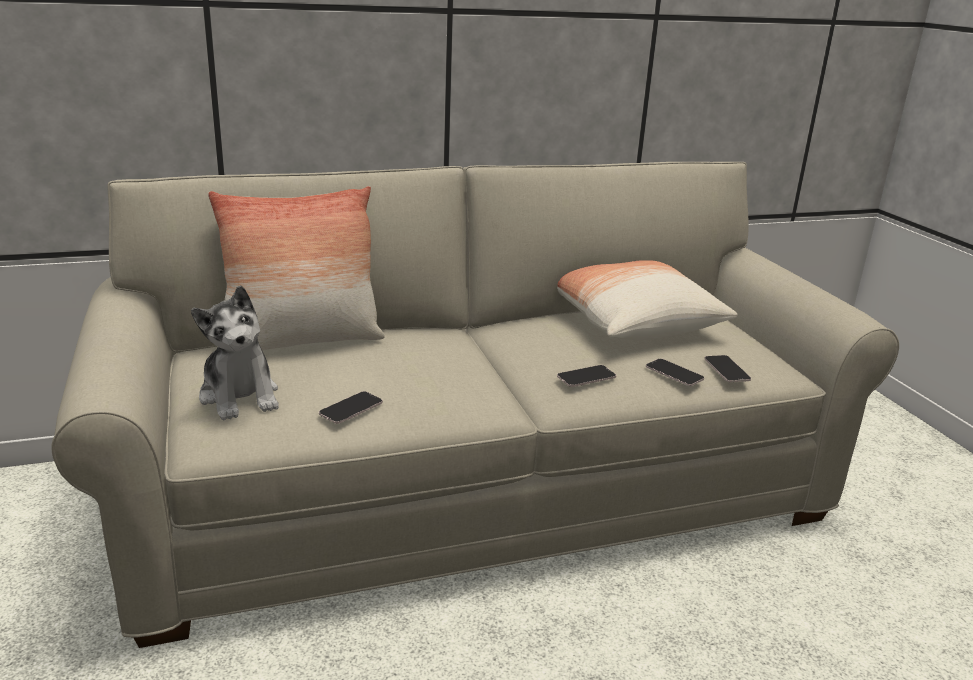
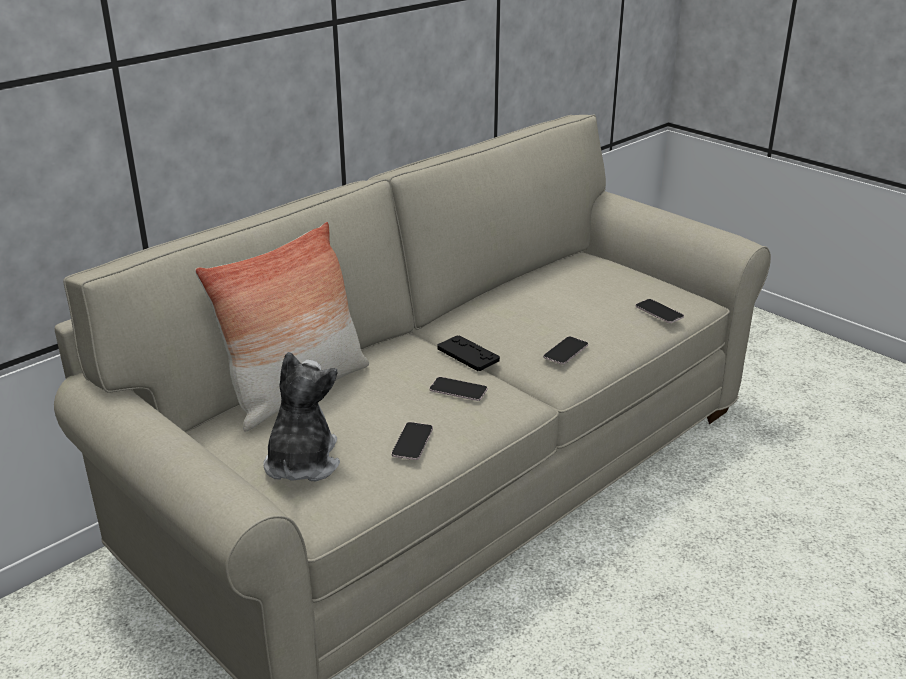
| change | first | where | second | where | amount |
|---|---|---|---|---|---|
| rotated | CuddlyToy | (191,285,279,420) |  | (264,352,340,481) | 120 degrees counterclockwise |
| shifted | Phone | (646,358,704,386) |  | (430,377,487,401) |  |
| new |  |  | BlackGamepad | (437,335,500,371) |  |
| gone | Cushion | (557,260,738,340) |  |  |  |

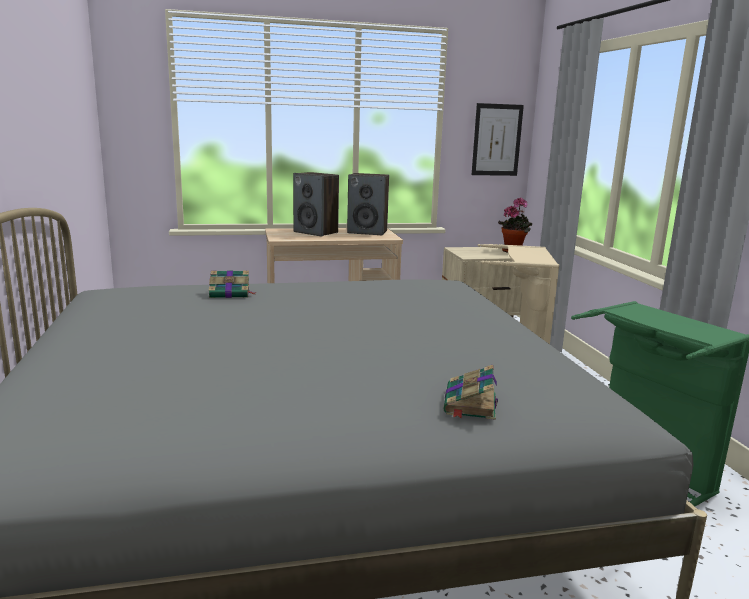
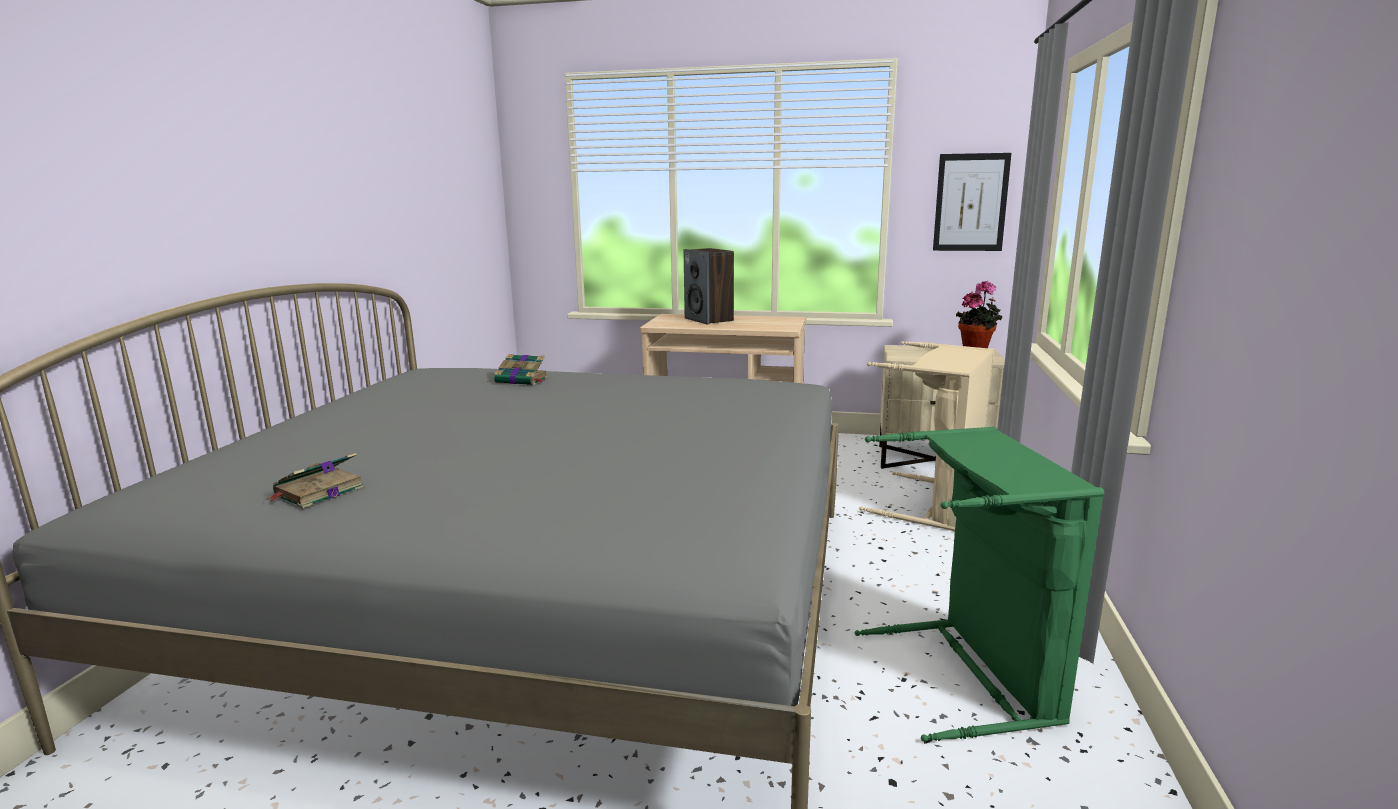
| change | first | where | second | where | amount |
|---|---|---|---|---|---|
| shifted | Volume | (444,365,498,420) |  | (267,453,364,508) |  |
| gone | Speaker | (347,173,389,235) |  |  |  |

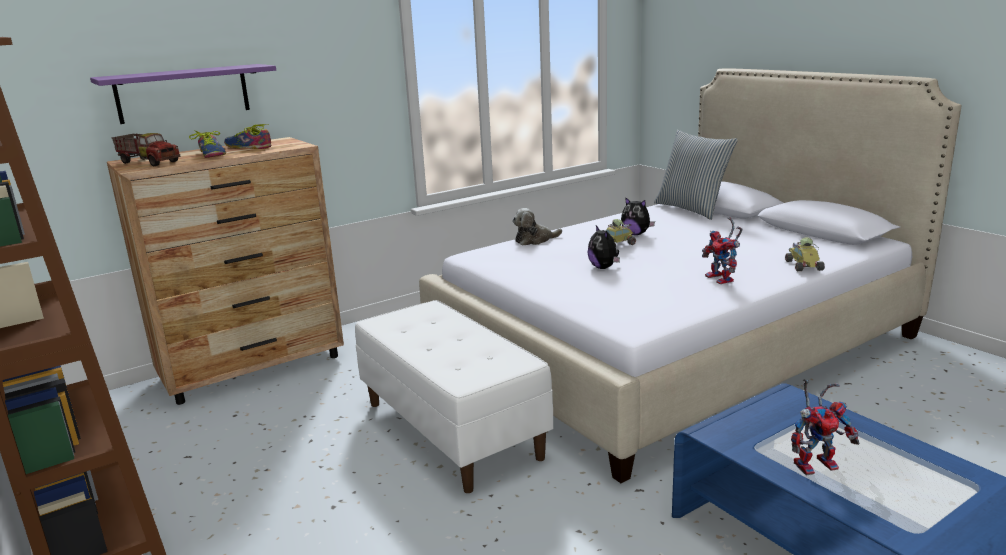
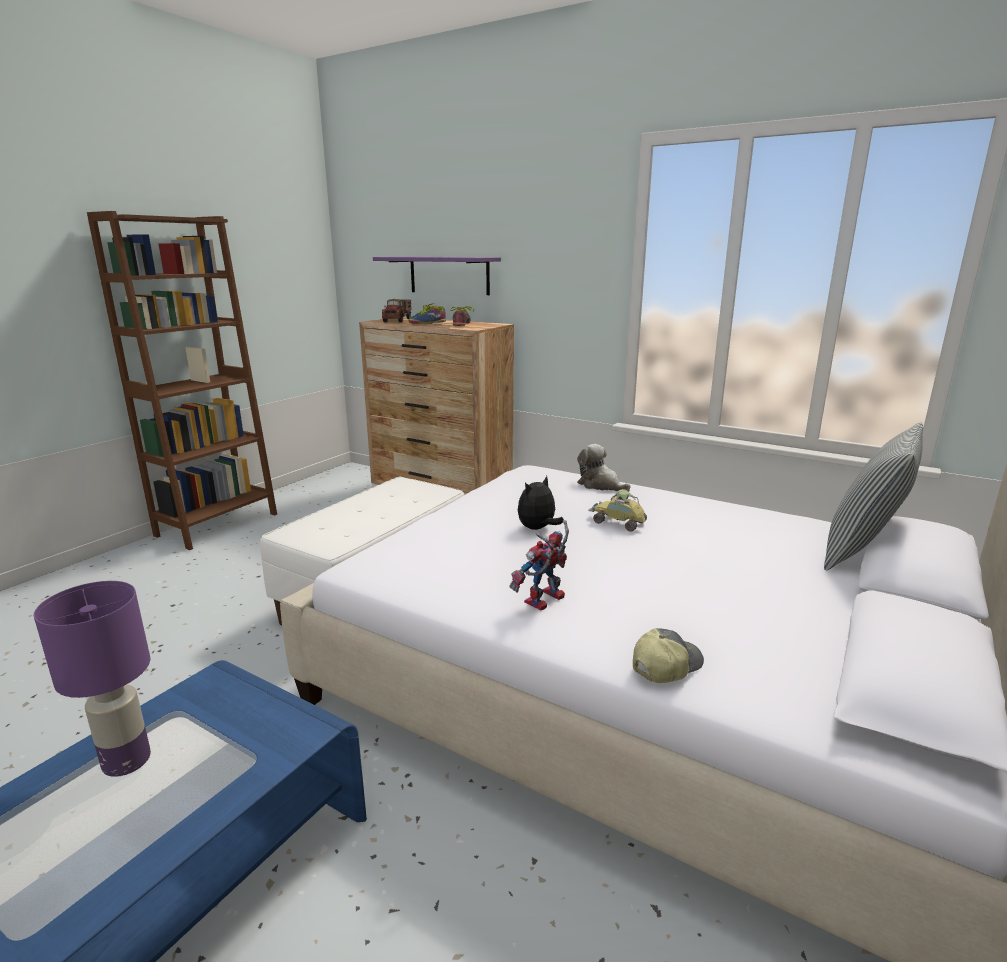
| change | first | where | second | where | amount |
|---|---|---|---|---|---|
| swapped | ToyRobot | (791,380,859,475) | PurpleColouredTableLamp | (34,581,151,777) |  |
| swapped | ToyCar | (785,237,825,271) | Cap | (633,628,704,683) |  |
| gone | CuddlyToy | (621,197,655,235) |  |  |  |

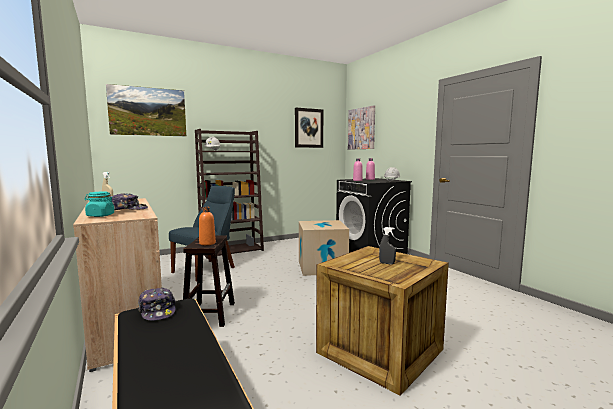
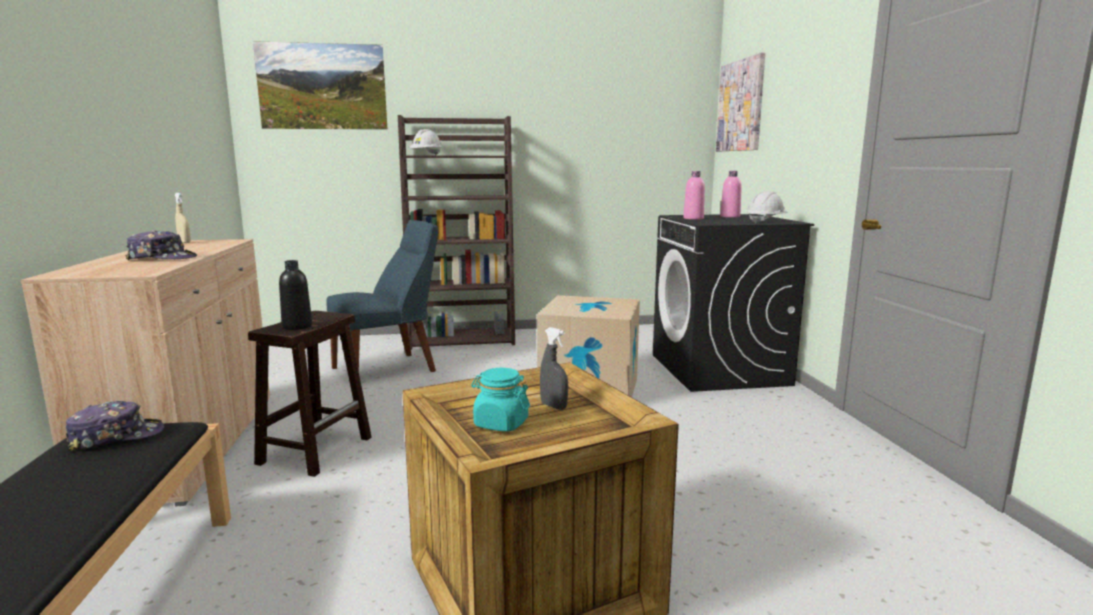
| change | first | where | second | where | amount |
|---|---|---|---|---|---|
| rotated | Cap | (138,287,176,321) |  | (66,401,164,451) | 105 degrees counterclockwise |
| repainted | OrangeBottle | (199,207,216,245) | BlackBottle | (279,260,312,330) |  |
| shifted | TurquoiseJar | (85,192,114,217) |  | (471,368,530,431) |  |
| gone | WallArt | (295,108,323,148) |  |  |  |

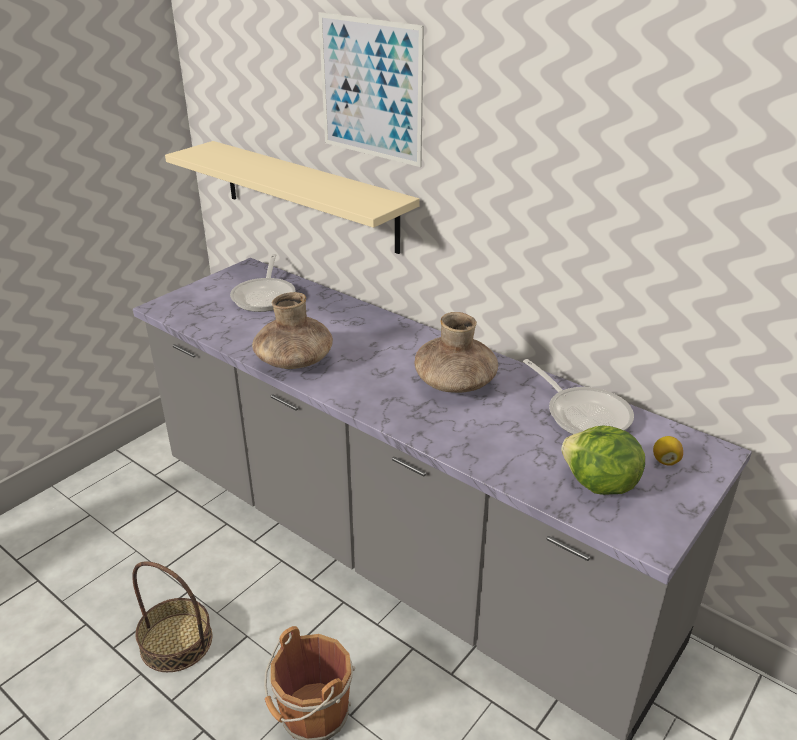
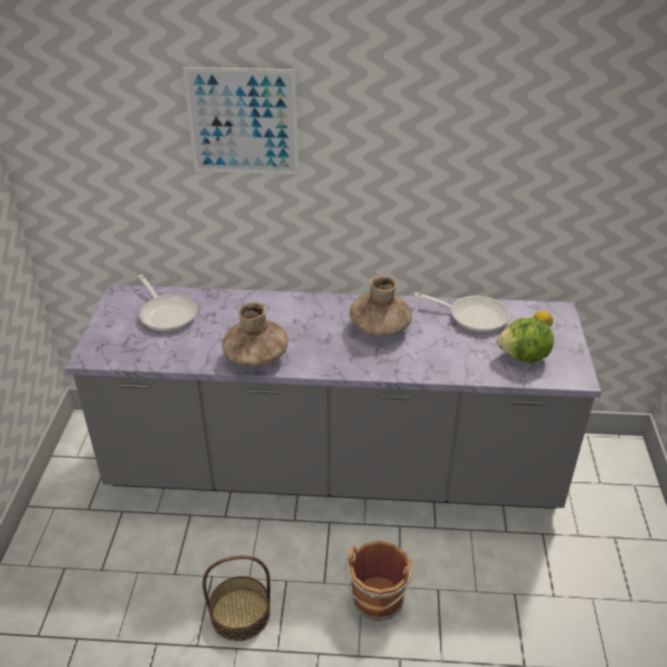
| change | first | where | second | where | amount |
|---|---|---|---|---|---|
| gone | BeigeWallShelf | (165,141,420,254) |  |  |  |

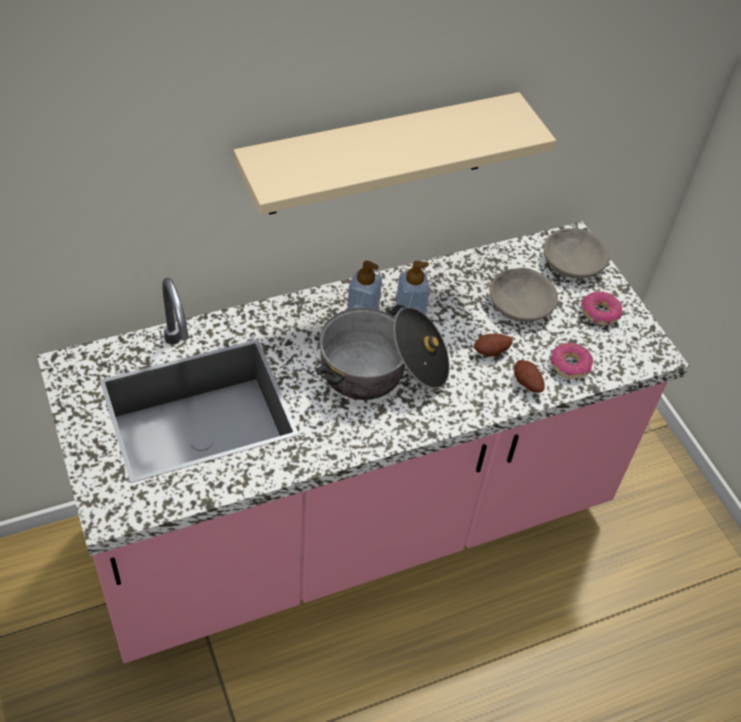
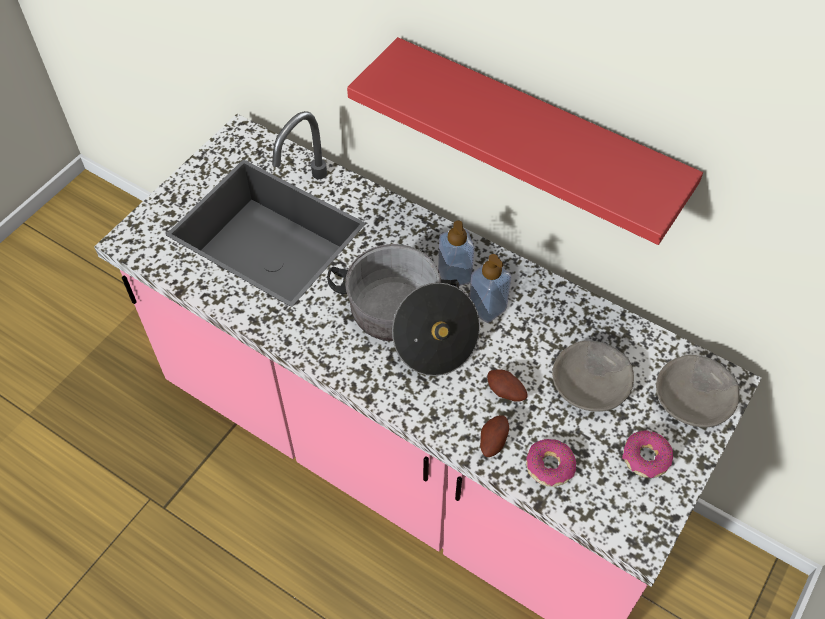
| change | first | where | second | where | amount |
|---|---|---|---|---|---|
| repainted | BeigeWallShelf | (233,92,556,215) | RedWallShelf | (347,37,703,245) |  |

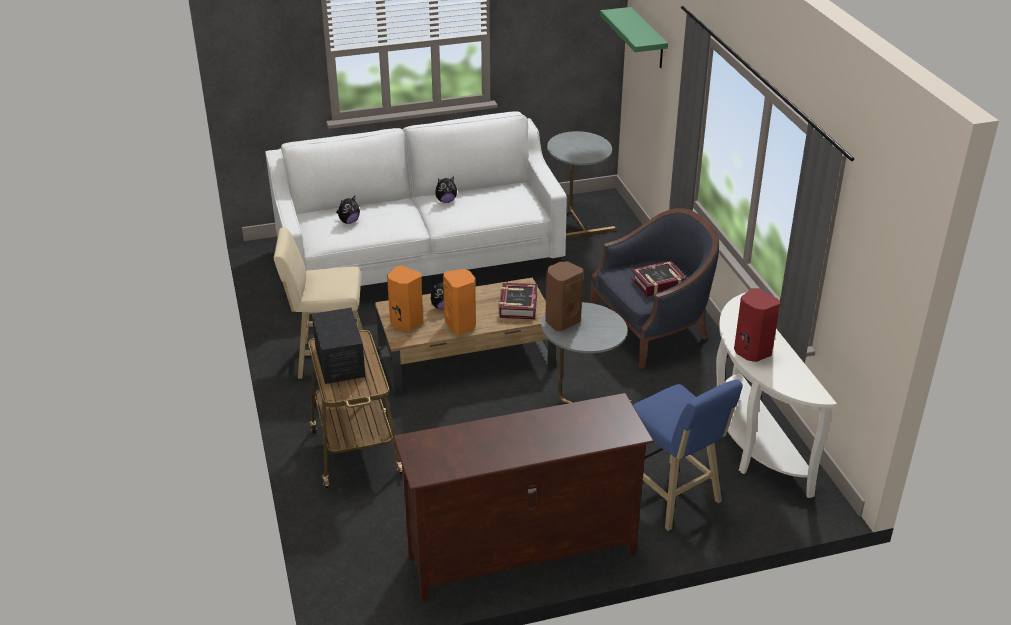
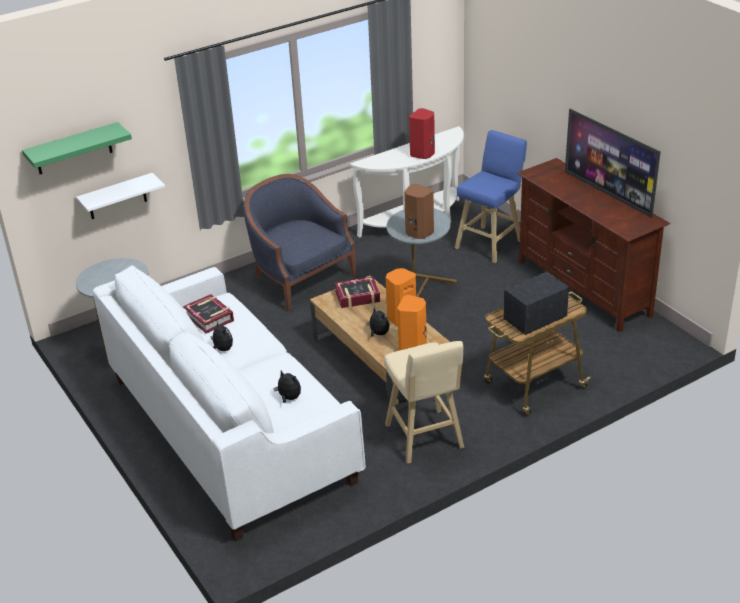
| change | first | where | second | where | amount |
|---|---|---|---|---|---|
| new |  |  | WhiteColouredWallShelf | (76,173,165,219) |  |
| shifted | Volume | (631,261,686,297) |  | (183,294,234,333) |  |
| new |  |  | Television | (565,109,661,218) |  |

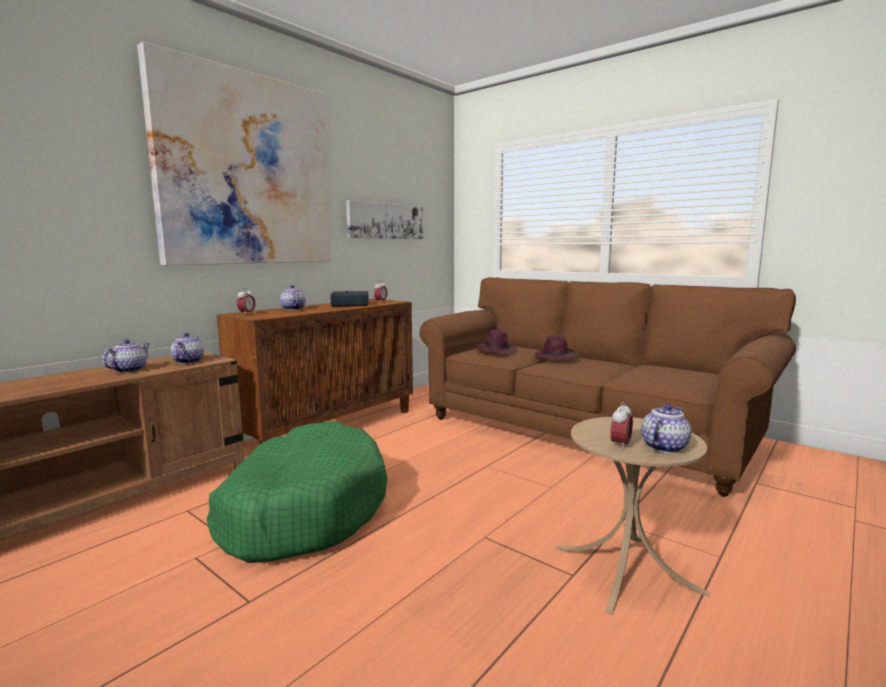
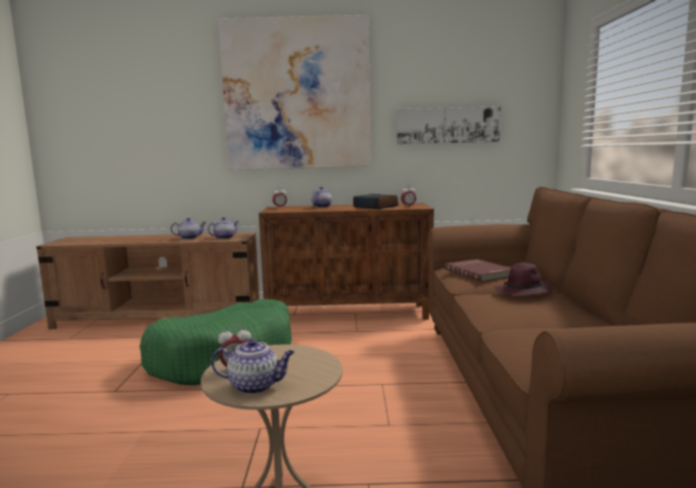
| change | first | where | second | where | amount |
|---|---|---|---|---|---|
| swapped | PurpleColouredWearableHat | (477,329,517,353) | RedVolume | (445,259,511,282) |  |

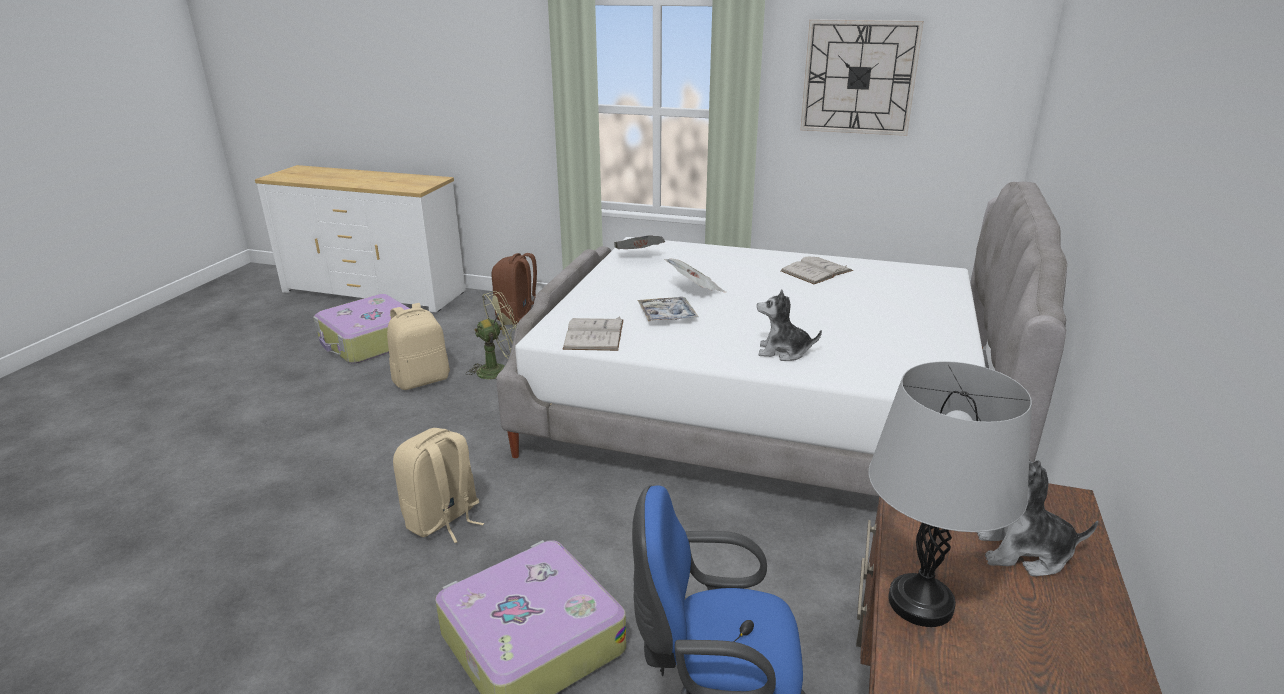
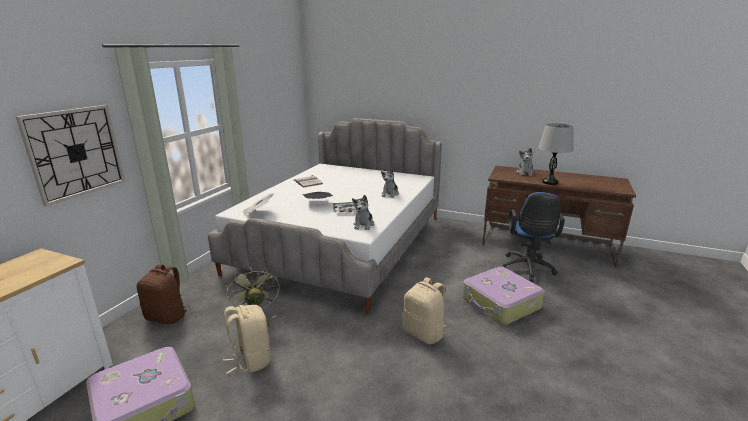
| change | first | where | second | where | amount |
|---|---|---|---|---|---|
| shifted | ClockOnTheWall | (800,19,924,136) |  | (16,105,125,206) |  |
| swapped | WhiteColouredVolume | (563,316,624,351) | CuddlyToy | (352,195,374,230) |  |

